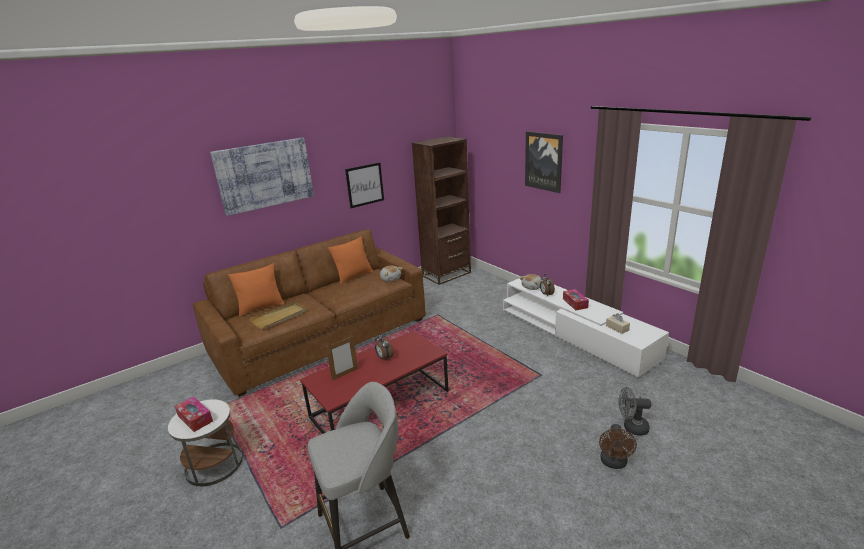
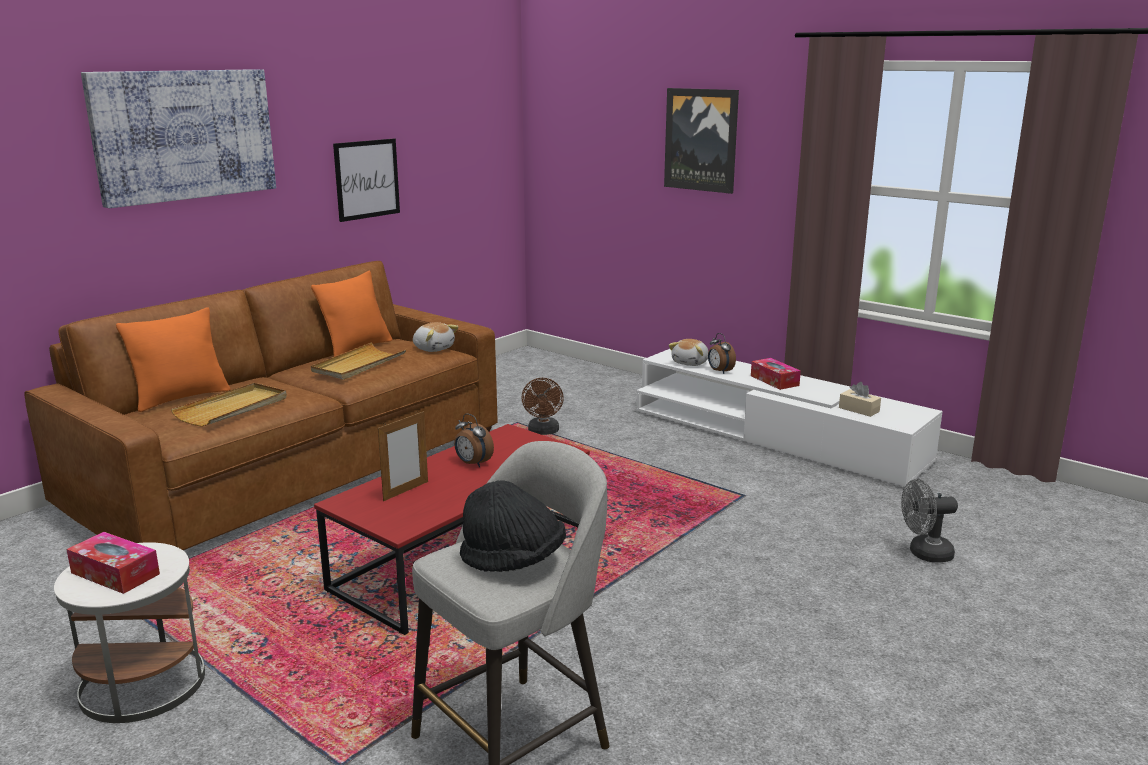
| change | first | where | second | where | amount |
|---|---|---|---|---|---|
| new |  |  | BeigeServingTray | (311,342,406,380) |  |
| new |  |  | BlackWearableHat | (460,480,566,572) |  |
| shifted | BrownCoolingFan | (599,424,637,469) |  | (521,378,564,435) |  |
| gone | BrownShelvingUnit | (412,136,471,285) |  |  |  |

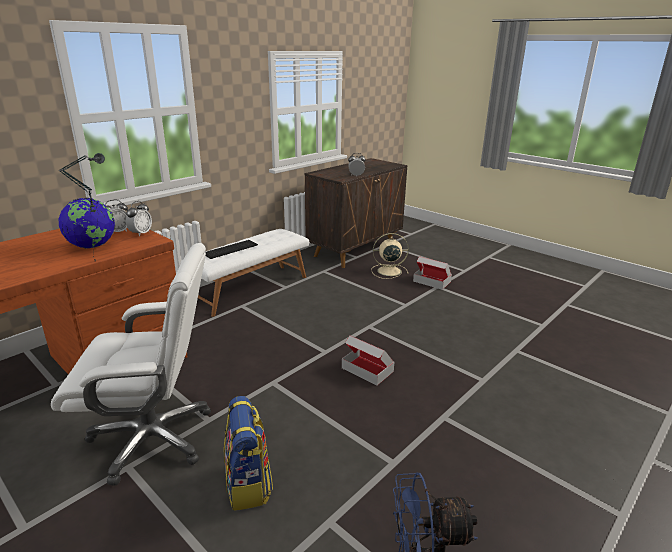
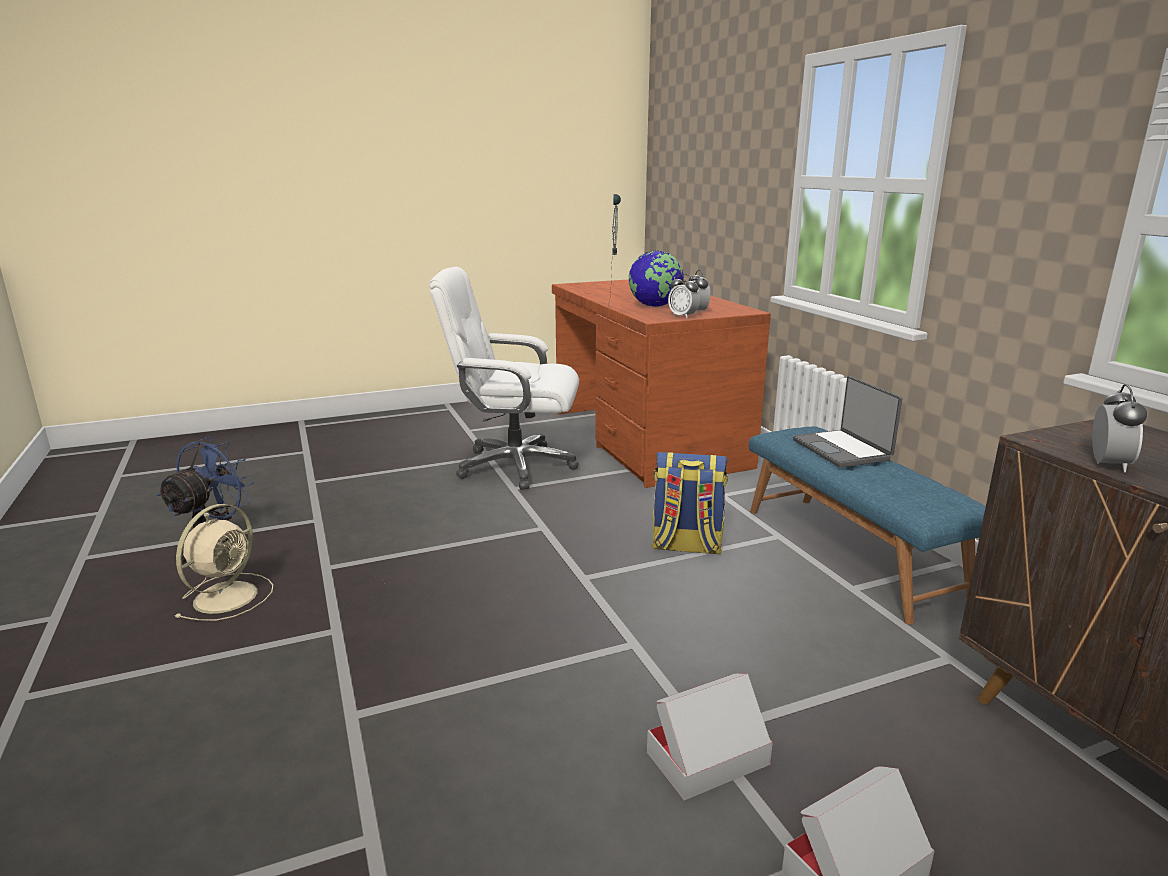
| change | first | where | second | where | amount |
|---|---|---|---|---|---|
| shifted | BeigeCoolingFan | (371,233,409,279) |  | (175,504,273,621) |  |
| rotated | WhiteColouredComputerChair | (51,243,211,486) |  | (429,267,579,490) | 75 degrees clockwise |
| shifted | Carton | (342,336,394,385) |  | (647,673,773,801) |  |
| shifted | Backpack | (224,396,273,511) |  | (652,452,728,554) |  |
| repainted | WhiteColouredBench | (181,229,309,317) | BluishBench | (749,426,986,625) |  |
| swapped | PcKeyboard | (206,240,258,259) | NotebookComputer | (793,376,902,468) |  |

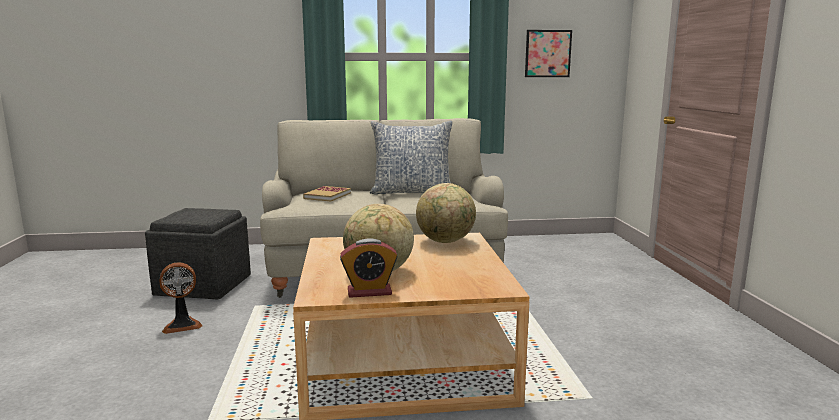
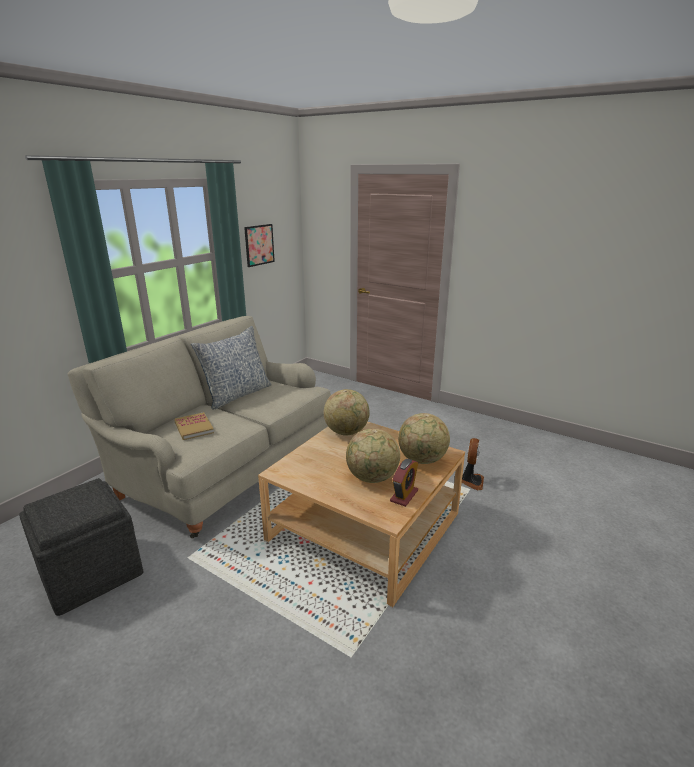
| change | first | where | second | where | amount |
|---|---|---|---|---|---|
| new |  |  | DeskGlobe | (398,413,450,464) |  |
| shifted | CoolingFan | (159,262,203,334) |  | (462,438,484,490) |  |

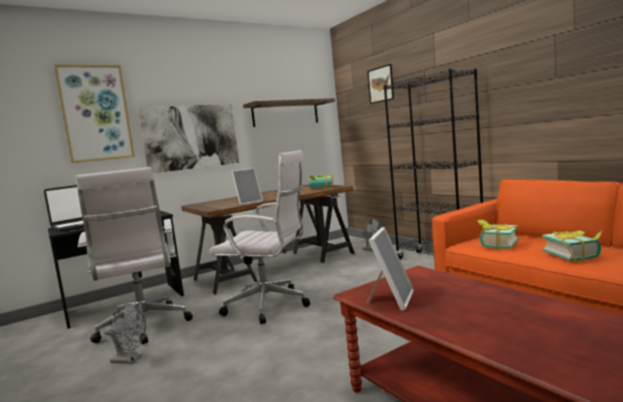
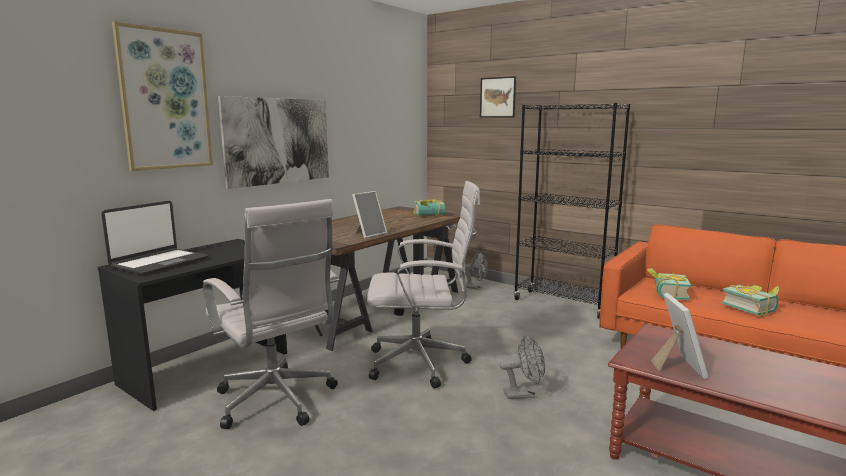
| change | first | where | second | where | amount |
|---|---|---|---|---|---|
| shifted | GreyCoolingFan | (104,304,146,364) |  | (500,335,545,399) |  |
| gone | WallShelf | (243,98,335,127) |  |  |  |

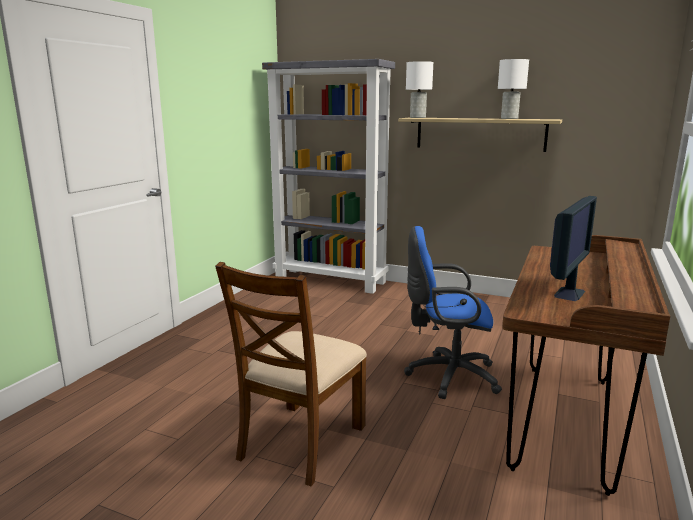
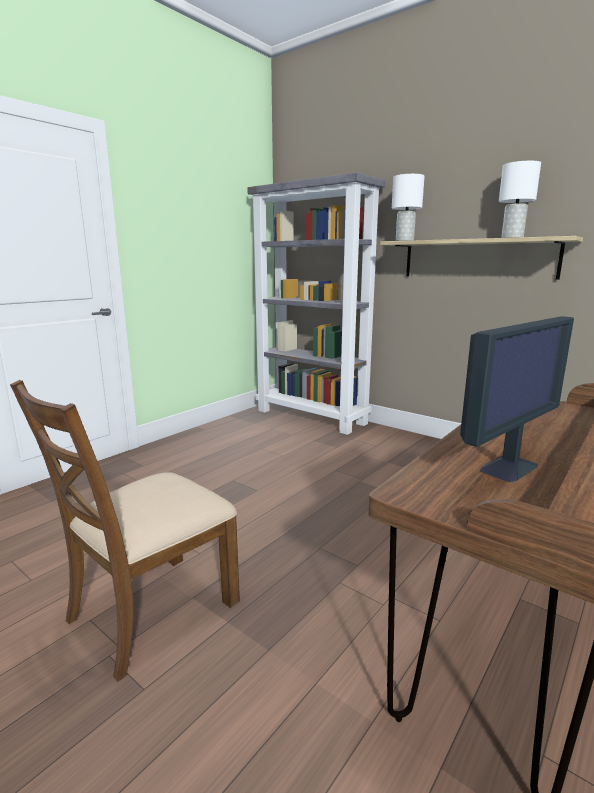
| change | first | where | second | where | amount |
|---|---|---|---|---|---|
| gone | BluishComputerChair | (404,226,502,399) |  |  |  |

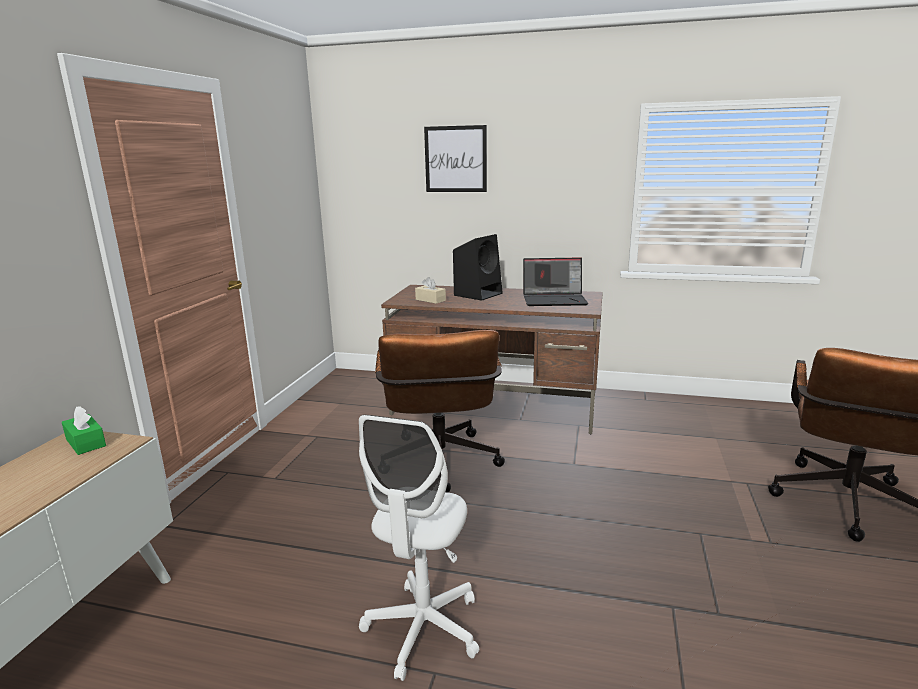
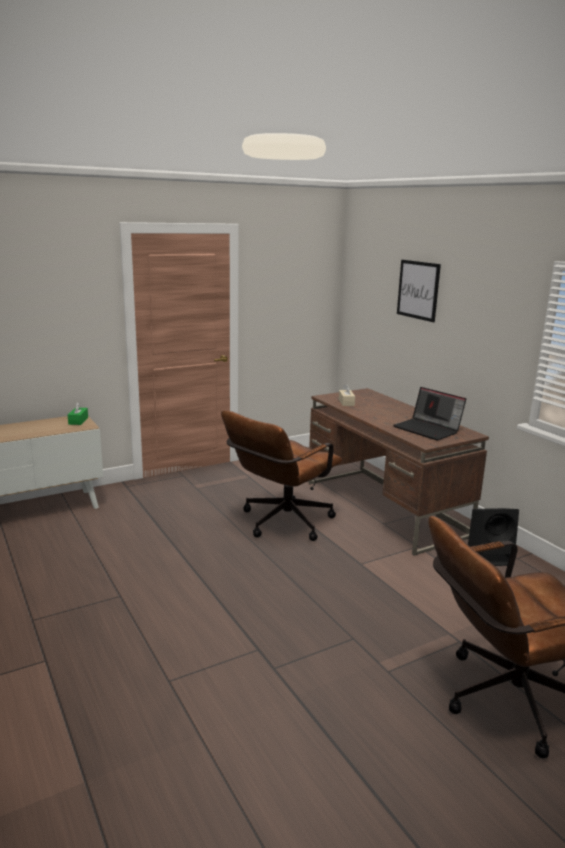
| change | first | where | second | where | amount |
|---|---|---|---|---|---|
| shifted | BlackSpeaker | (453,234,503,301) |  | (468,508,519,566) |  |
| gone | WhiteColouredComputerChair | (359,415,479,681) |  |  |  |

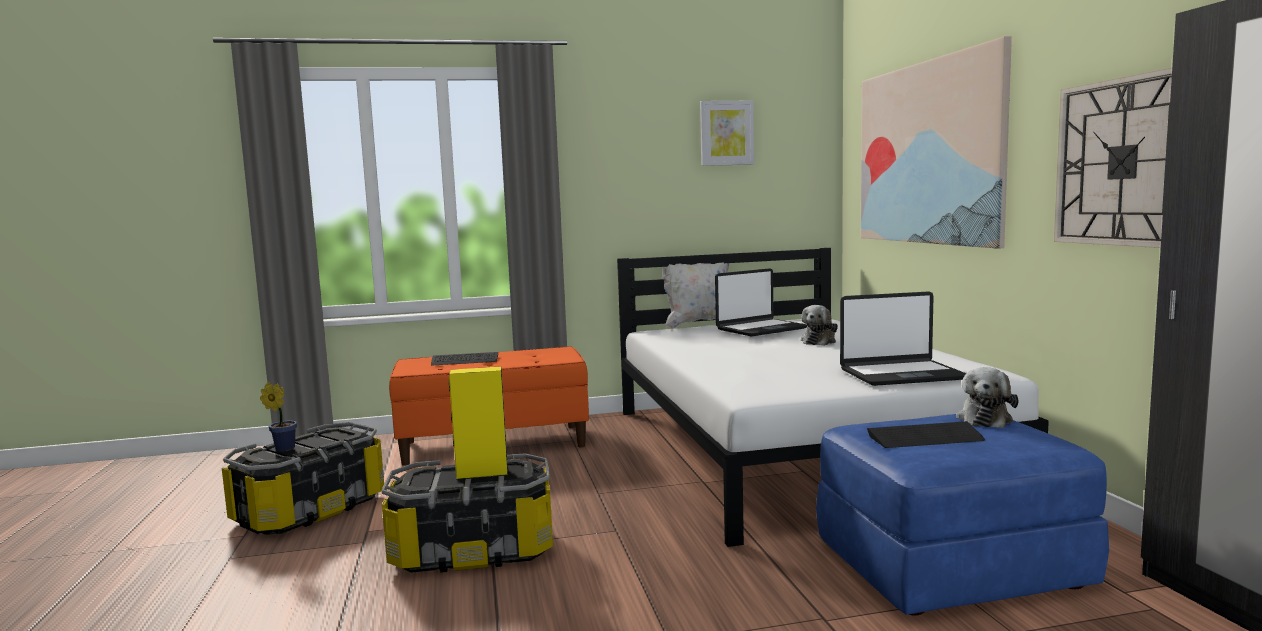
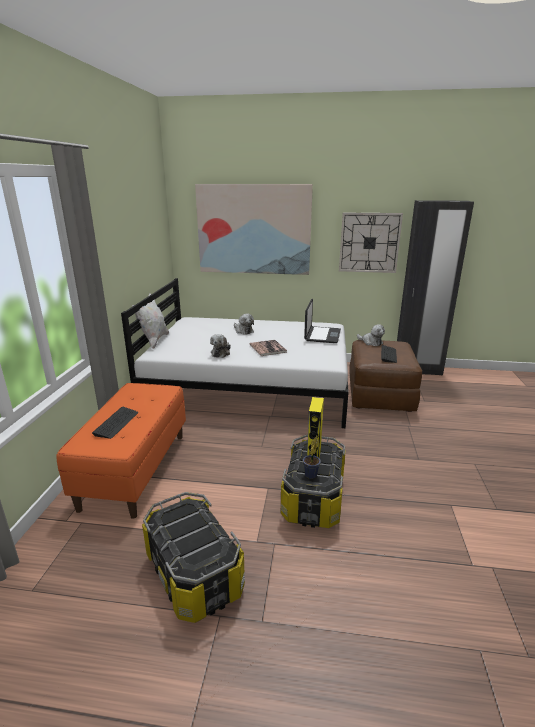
| change | first | where | second | where | amount |
|---|---|---|---|---|---|
| new |  |  | CuddlyToy | (210,334,231,358) |  |
| new |  |  | Volume | (250,340,287,356) |  |
| shifted | PlantInAPot | (260,382,297,452) |  | (303,436,321,479) |  |
| repainted | BluishFootrest | (816,414,1109,616) | BrownFootrest | (350,340,422,412) |  |
| gone | WallArt | (700,101,754,166) |  |  |  |
| gone | NotebookComputer | (715,268,807,337) |  |  |  |

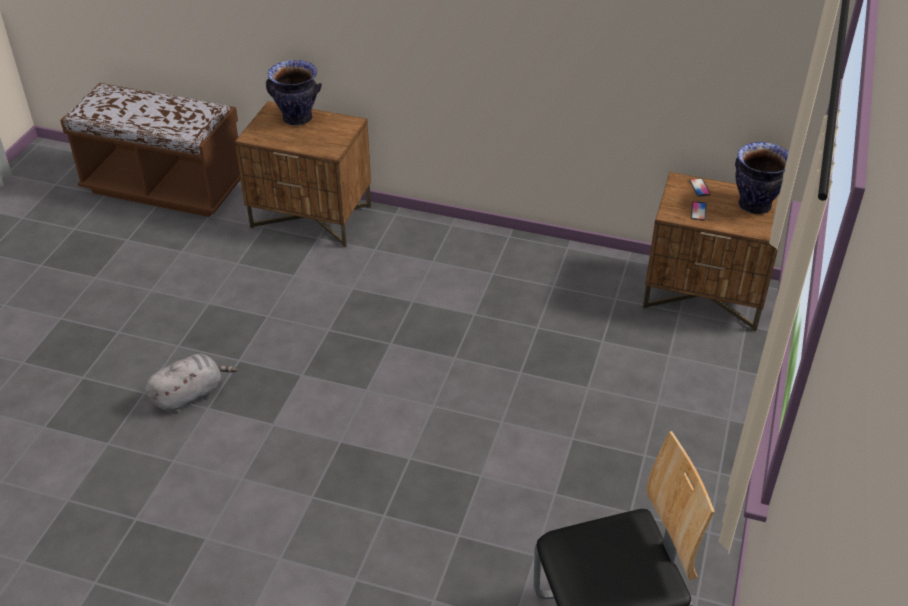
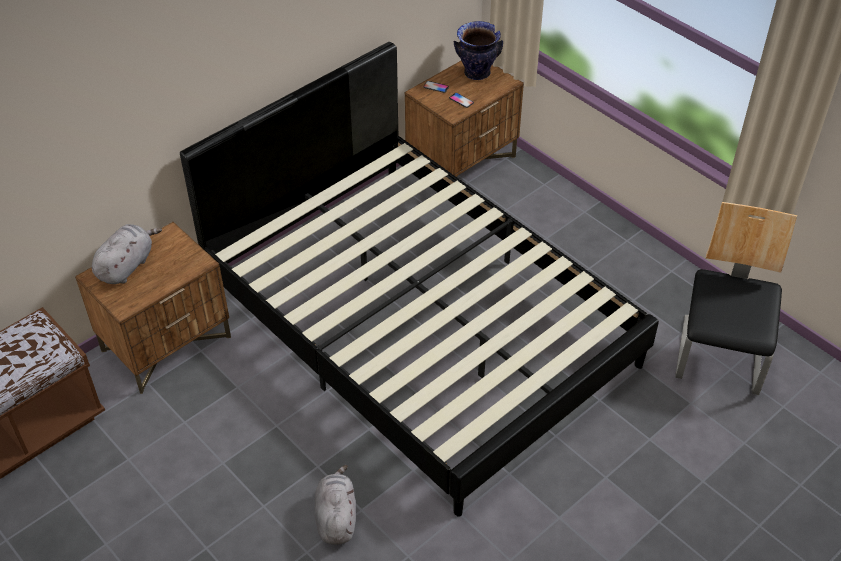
| change | first | where | second | where | amount |
|---|---|---|---|---|---|
| swapped | DecorativeVase | (266,60,322,126) | GreyCuddlyToy | (92,224,162,284) |  |
| new |  |  | BlackBed | (180,42,659,517) |  |

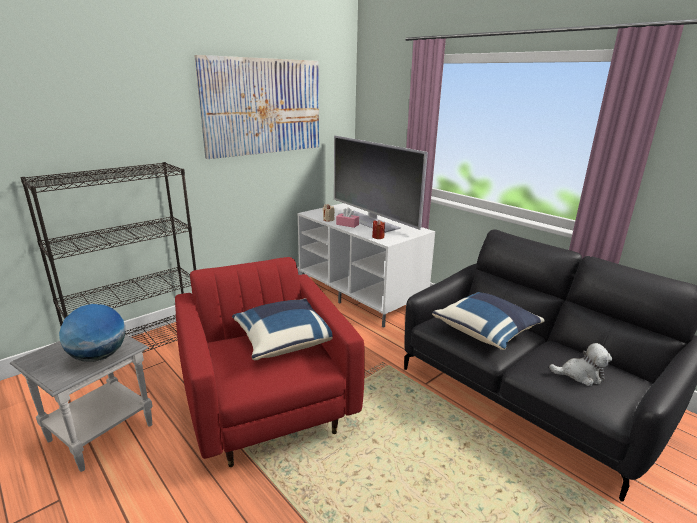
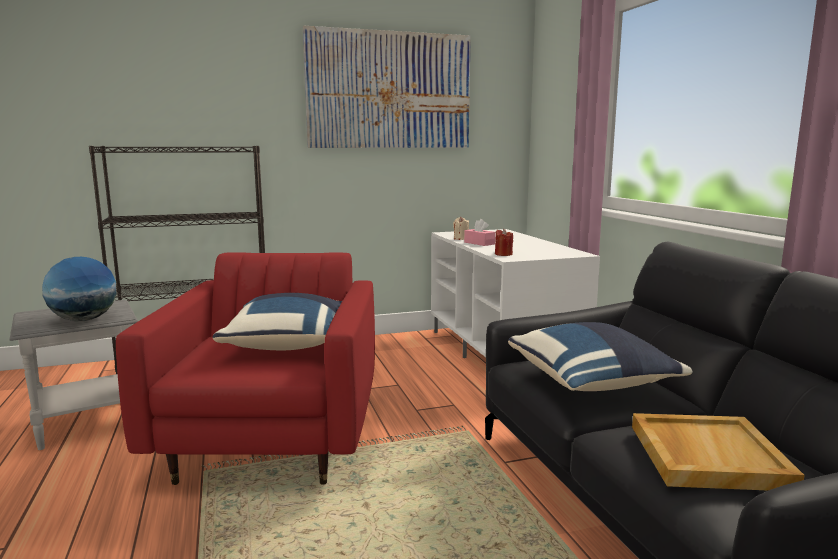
| change | first | where | second | where | amount |
|---|---|---|---|---|---|
| swapped | CuddlyToy | (549,343,612,386) | BeigeServingTray | (632,413,805,491) |  |
| gone | Television | (334,135,428,233) |  |  |  |

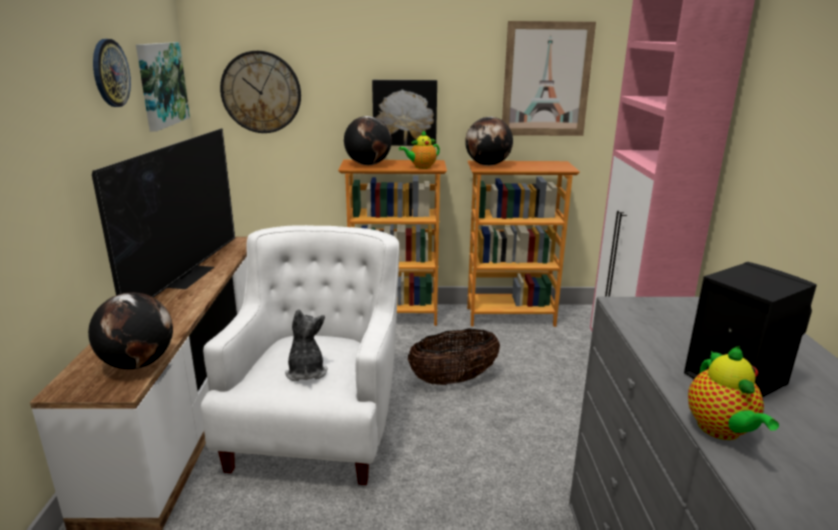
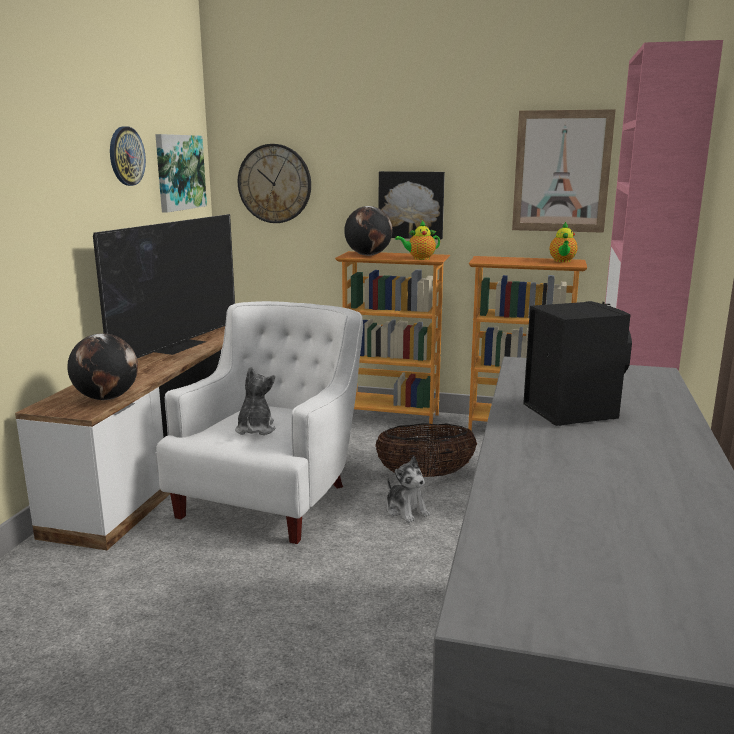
| change | first | where | second | where | amount |
|---|---|---|---|---|---|
| new |  |  | CuddlyToy | (386,456,430,523) |  |
| shifted | PotForTea | (688,346,779,440) |  | (549,222,578,262) |  |
| gone | DeskGlobe | (465,117,513,166) |  |  |  |

